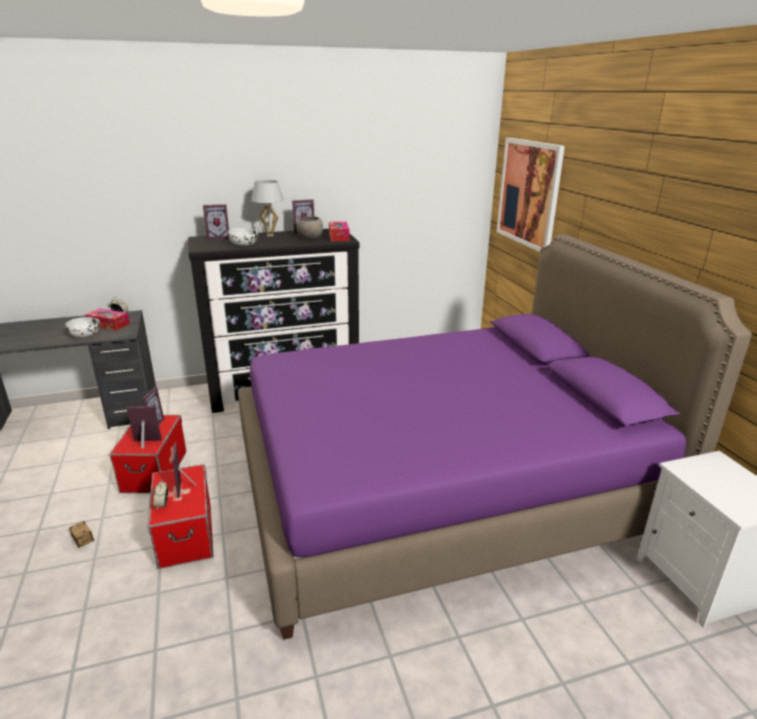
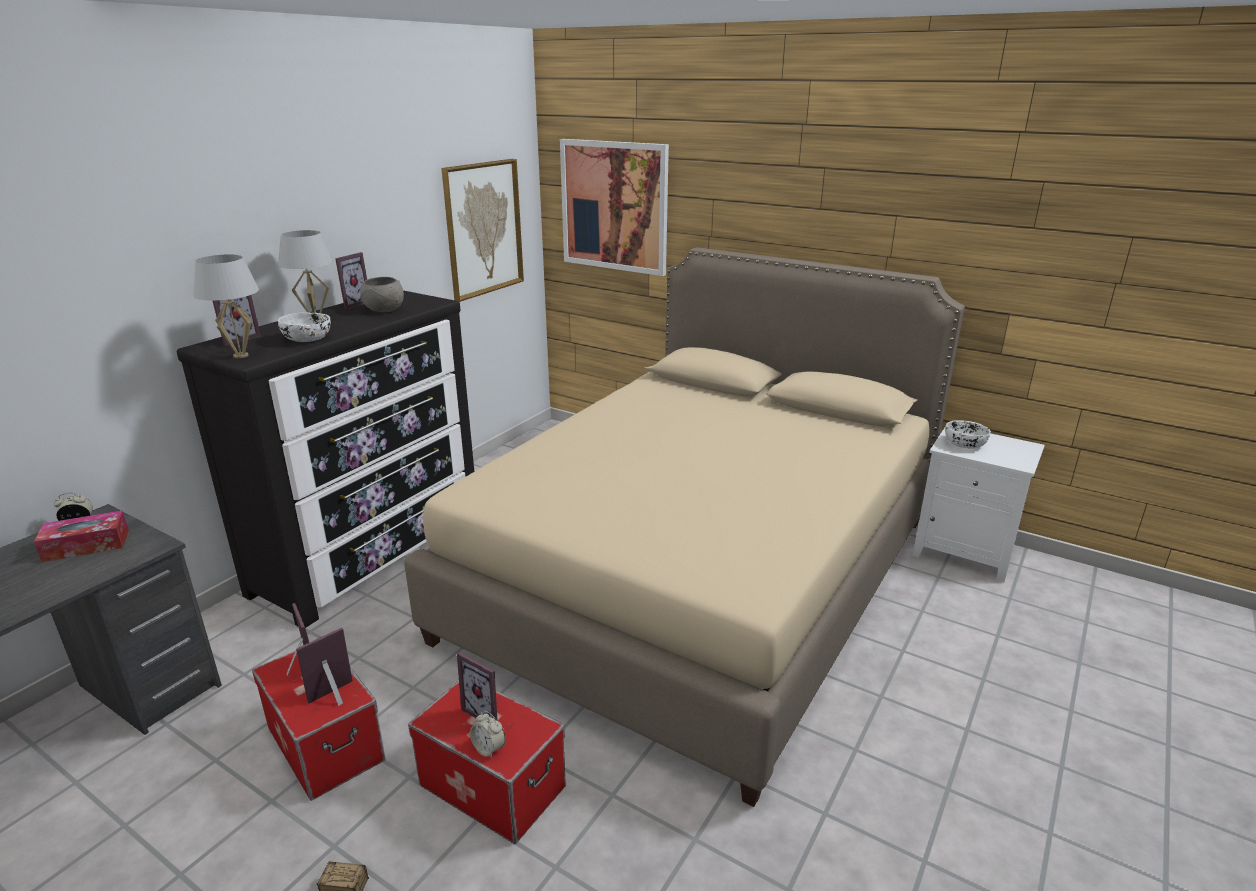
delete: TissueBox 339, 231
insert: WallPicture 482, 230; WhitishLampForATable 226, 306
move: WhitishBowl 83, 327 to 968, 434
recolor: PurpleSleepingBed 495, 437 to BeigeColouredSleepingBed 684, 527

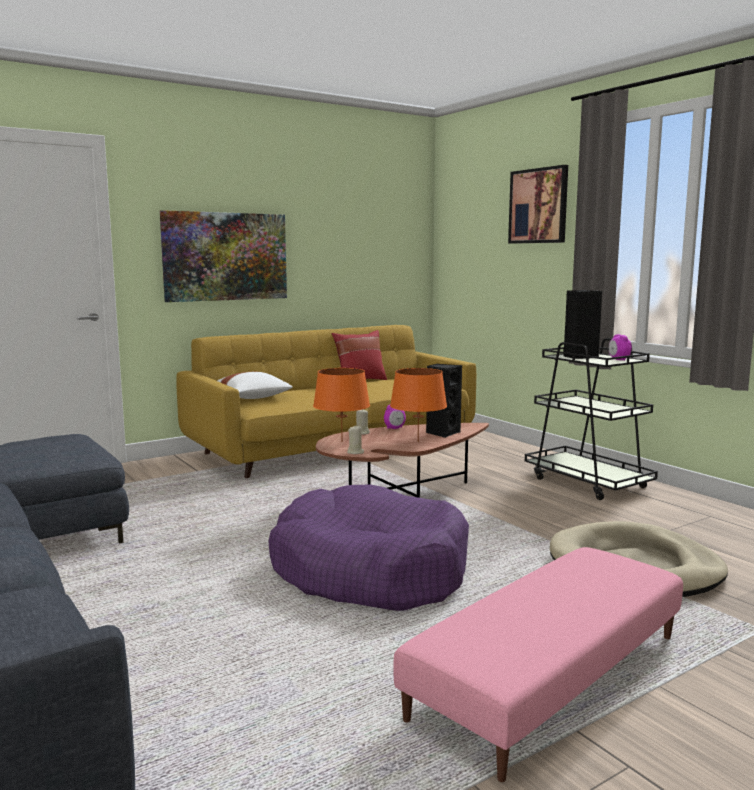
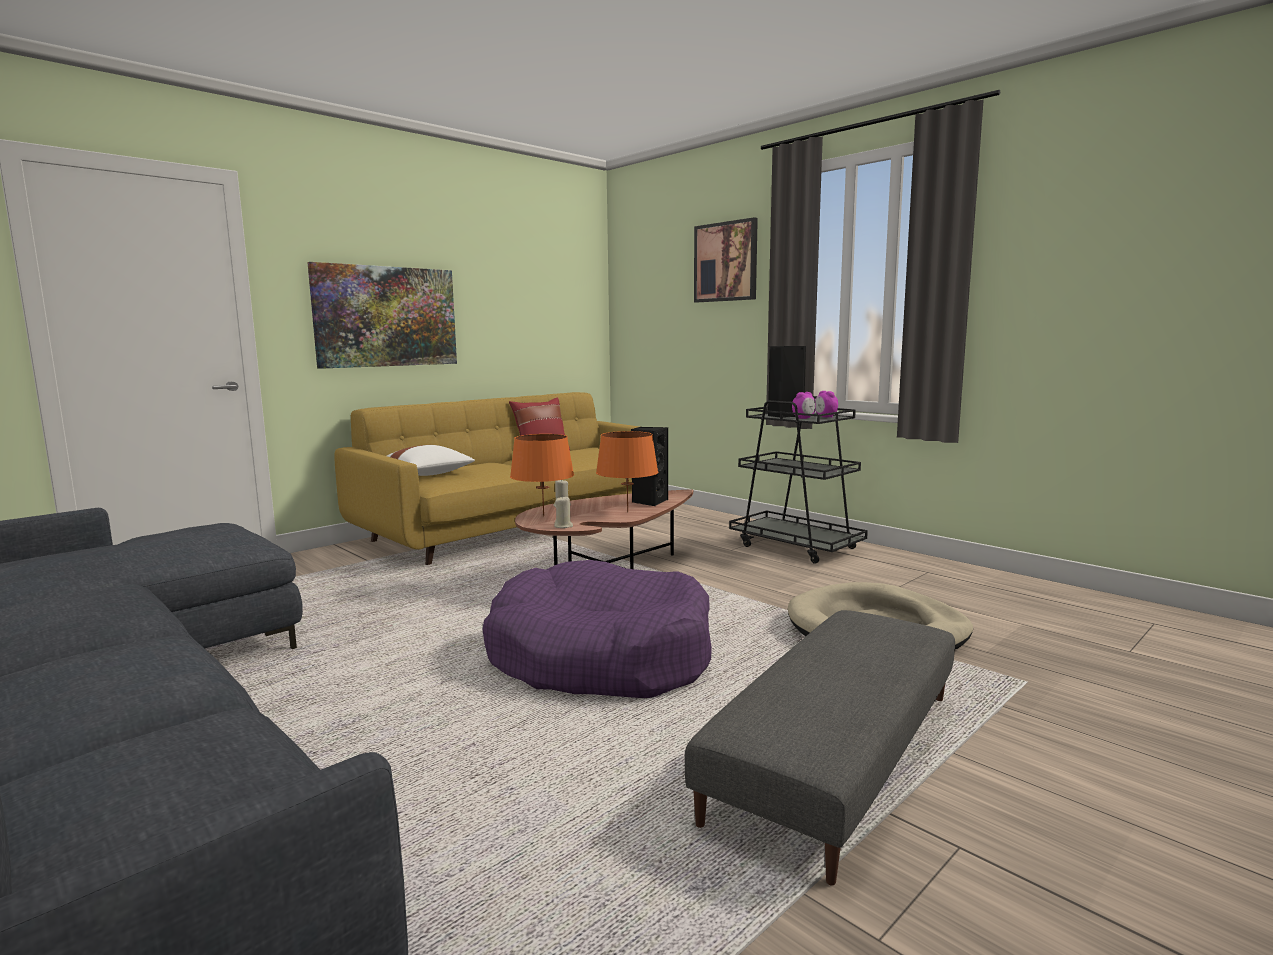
move: BedsideClock 395, 417 to 804, 405
recolor: PinkPouffe 538, 664 to GrayPouffe 820, 747

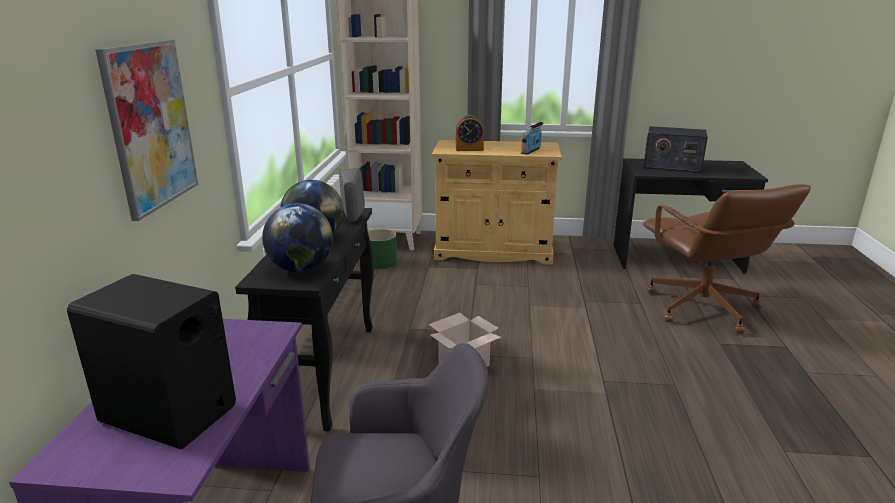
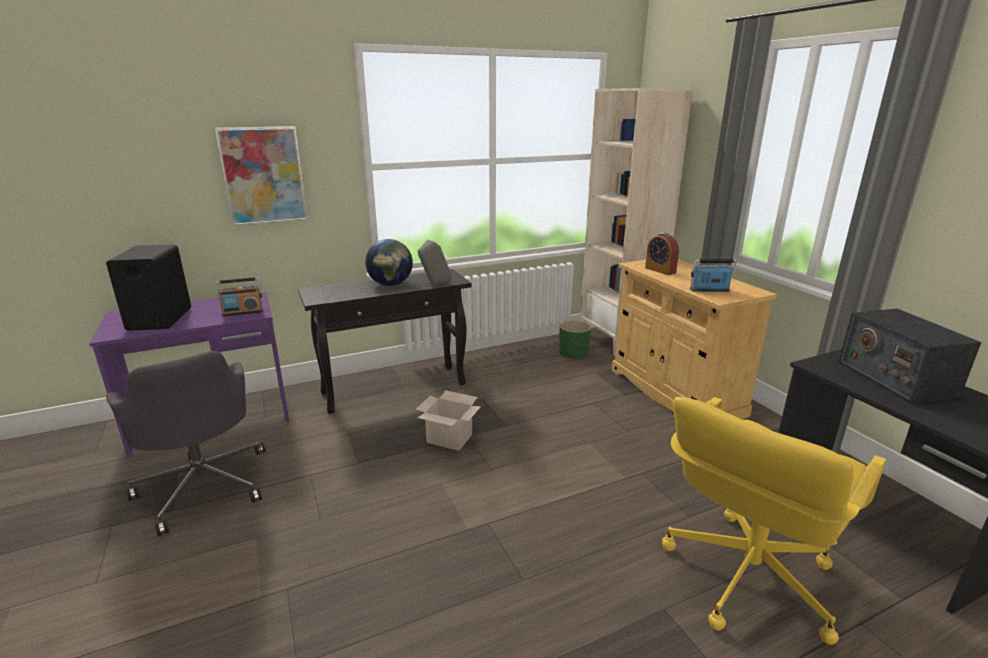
delete: WorldGlobe 297, 237
insert: RadioReceiver 239, 296
recolor: BrownDeskChair 727, 259 to YellowColouredDeskChair 774, 521

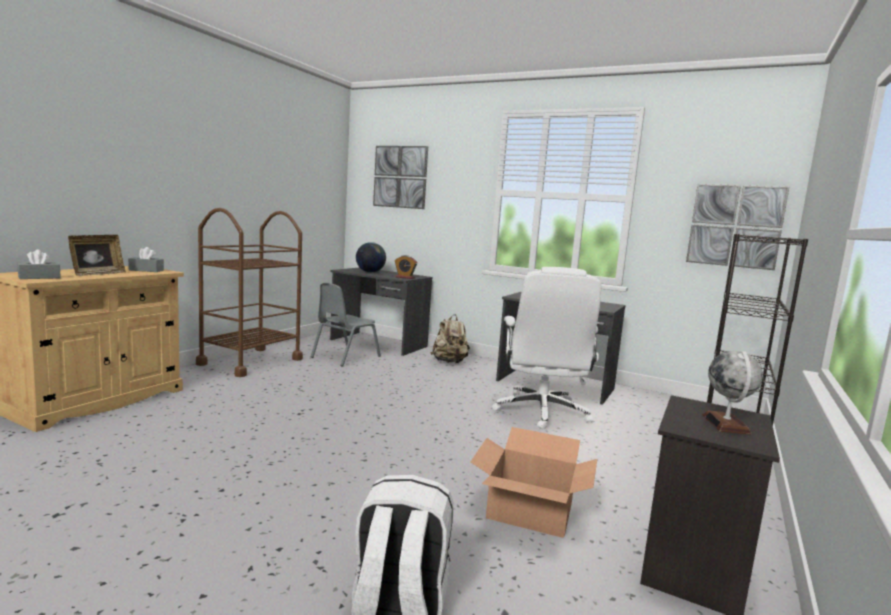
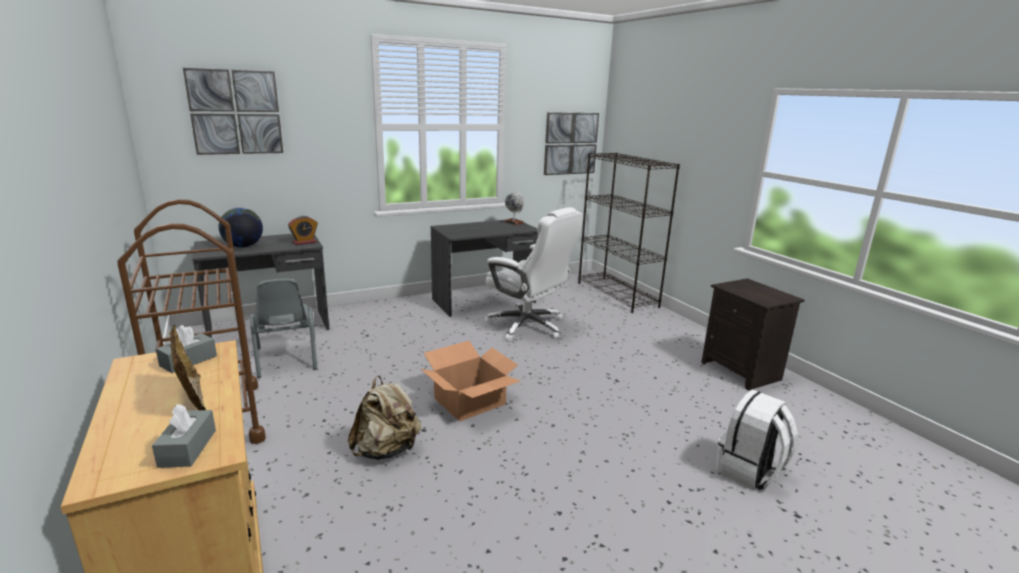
move: BeigeColouredRucksack 450, 338 to 384, 418; WorldGlobe 732, 393 to 514, 208; PackingBox 534, 482 to 470, 381

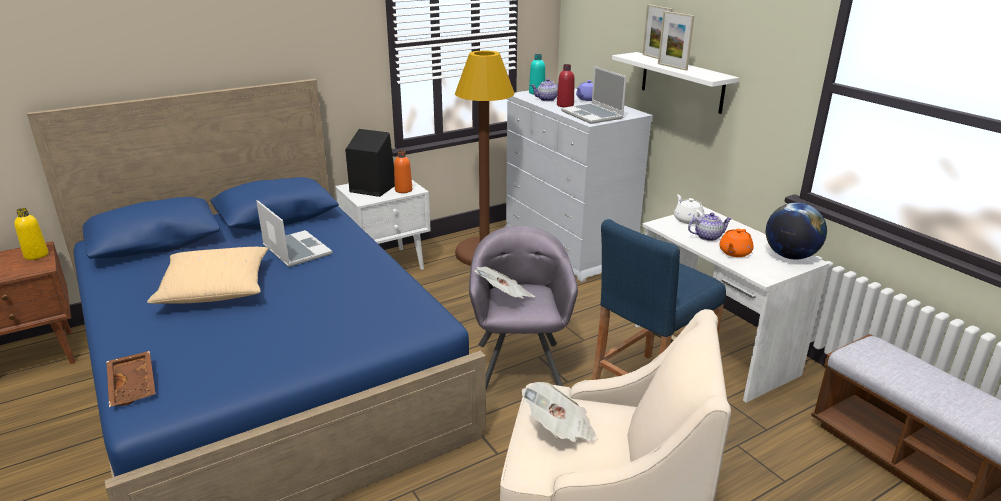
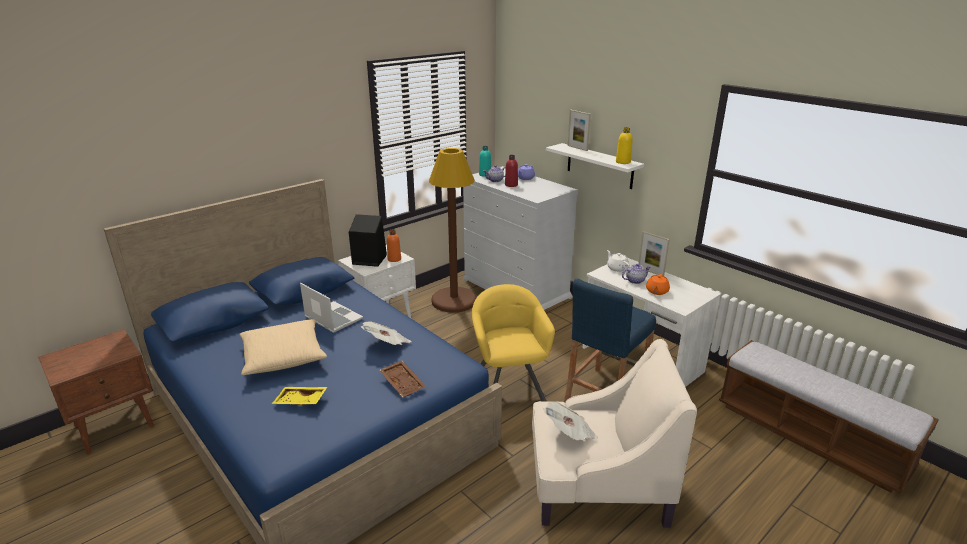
delete: Laptop 594, 95; WorldGlobe 796, 231
insert: YellowColouredTray 299, 396
move: StandingFrame 676, 41 to 654, 253; YellowColouredBeverageBottle 31, 234 to 624, 145; DailyPaper 504, 283 to 386, 333; BrownTray 130, 379 to 403, 378
recolor: GrayArmchair 523, 308 to YellowColouredArmchair 513, 342

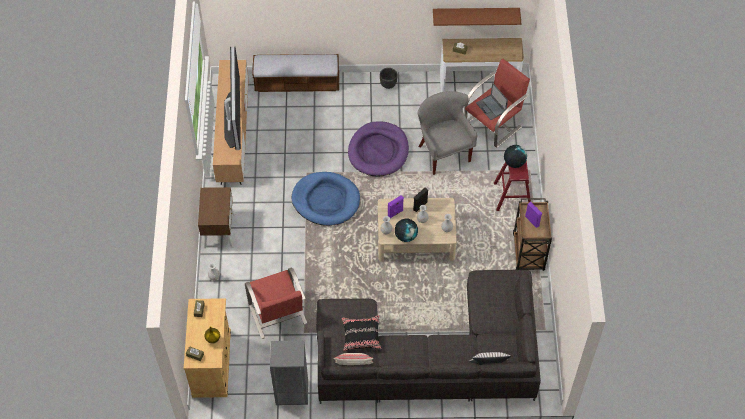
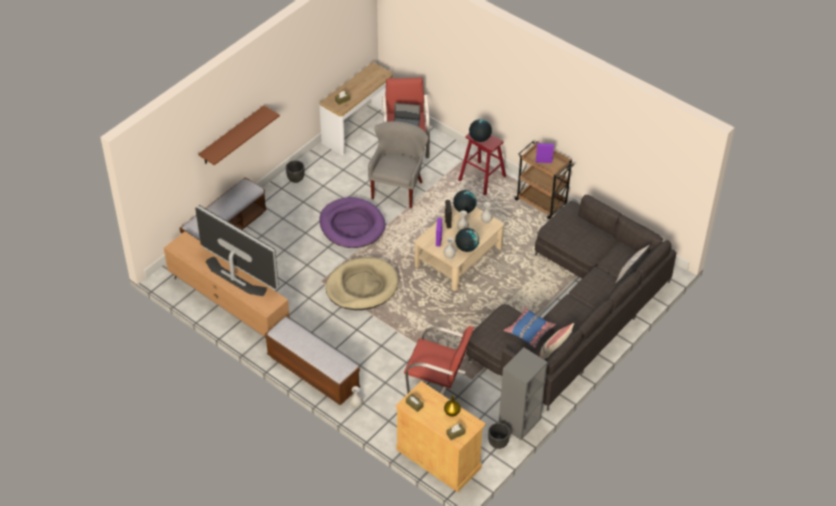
insert: WorldGlobe 465, 201; BlackishPlantPot 499, 436
move: BrownBracketShelf 477, 17 to 239, 135
replace: BrownNightstand 216, 217 to LongSeat 312, 361
recolor: BluePetBed 325, 199 to BeigeColouredPetBed 362, 283; BlackishPillow 362, 333 to BluePillow 529, 327
rotate: GrayArmchair 448, 133 = 398, 164 90 degrees clockwise

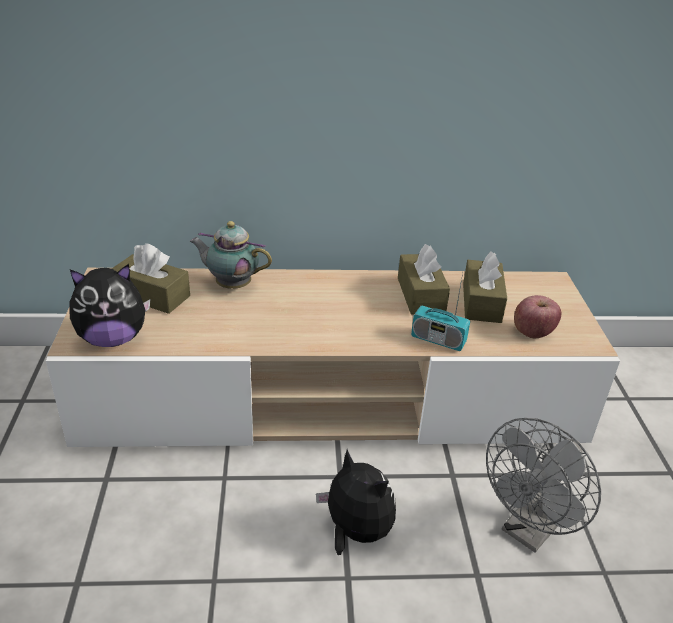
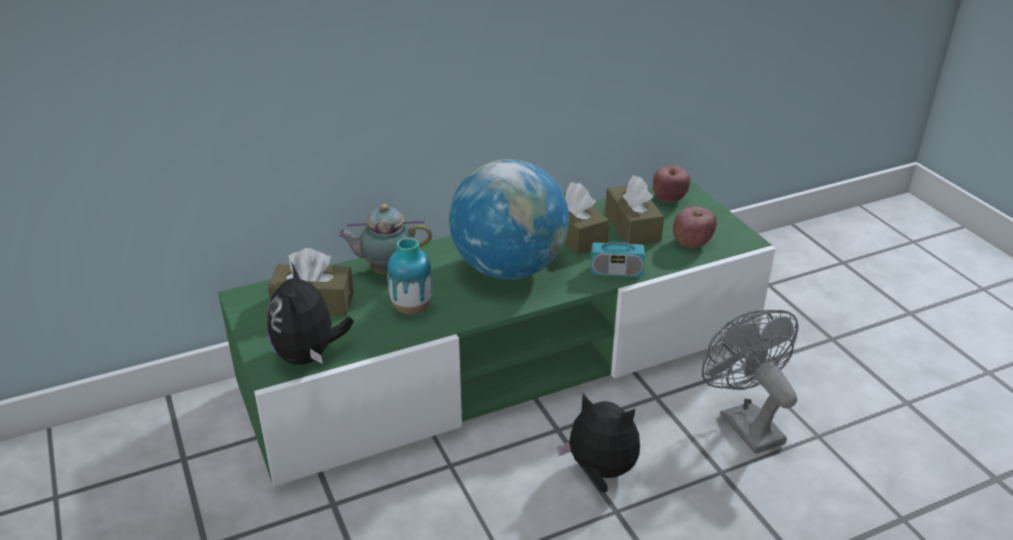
insert: WorldGlobe 509, 219; WholeApple 671, 183; Vase 409, 276
recolor: BeigeColouredTvStand 333, 357 to GreenishTvStand 496, 333
rotate: PlushToy 109, 305 = 310, 313 120 degrees clockwise; GrayElectricFan 543, 485 = 750, 382 135 degrees clockwise

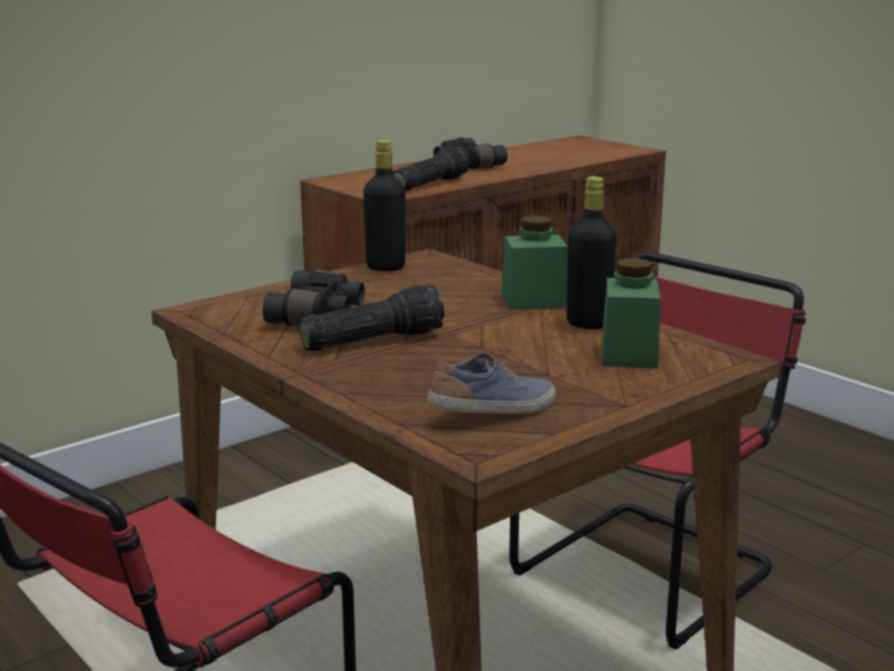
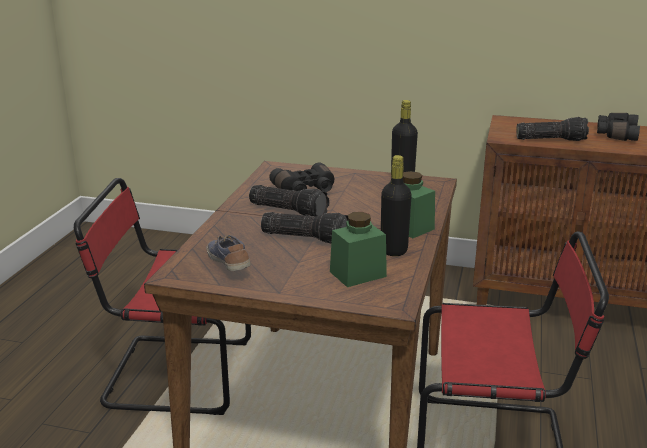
insert: Torch 304, 227
rotate: ItemOfFootwear 491, 383 = 229, 253 135 degrees counterclockwise

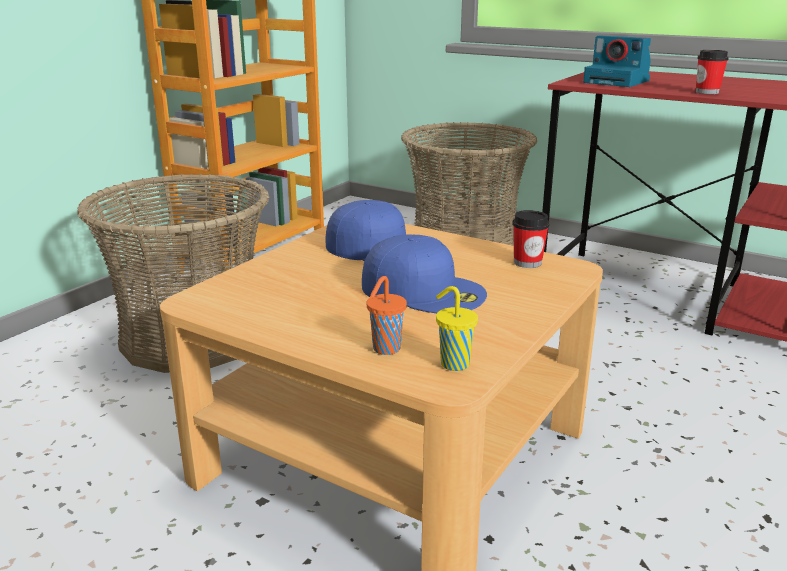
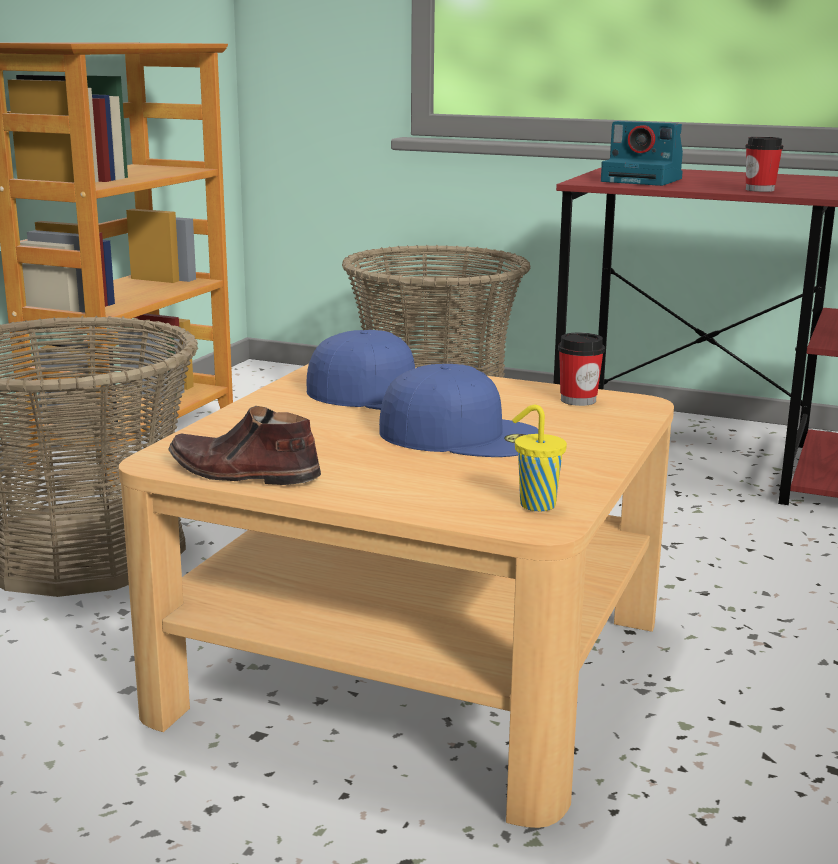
delete: OrangeyCup 386, 315
insert: BrownItemOfFootwear 244, 445

